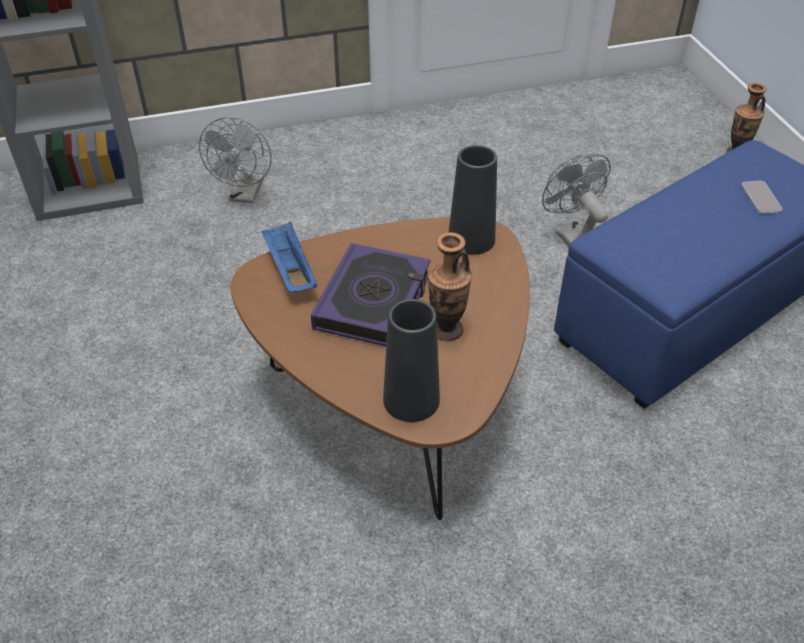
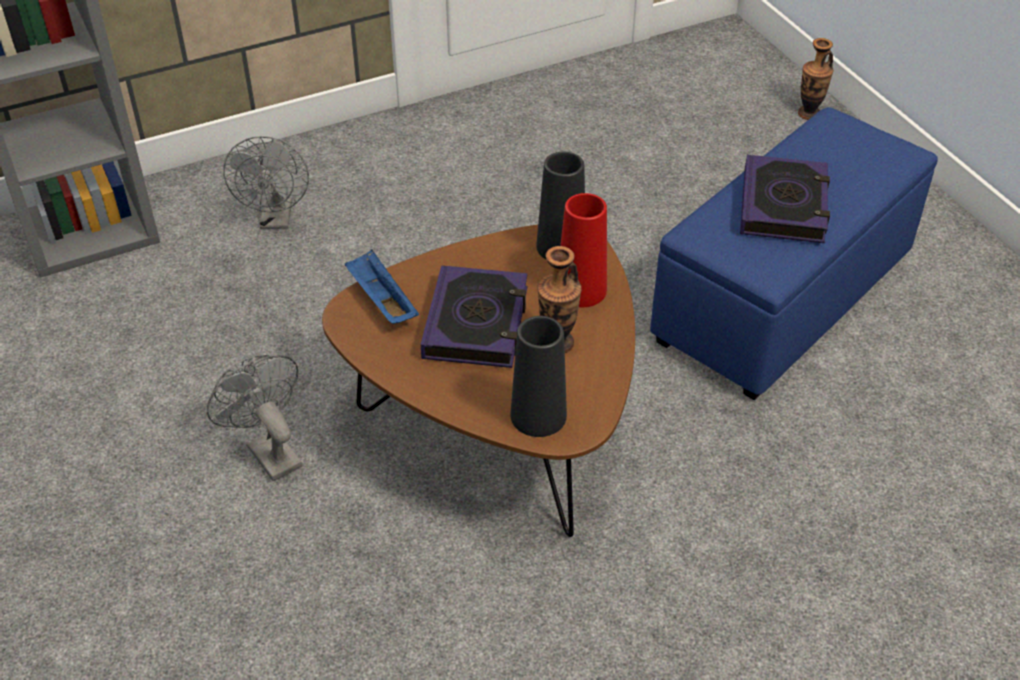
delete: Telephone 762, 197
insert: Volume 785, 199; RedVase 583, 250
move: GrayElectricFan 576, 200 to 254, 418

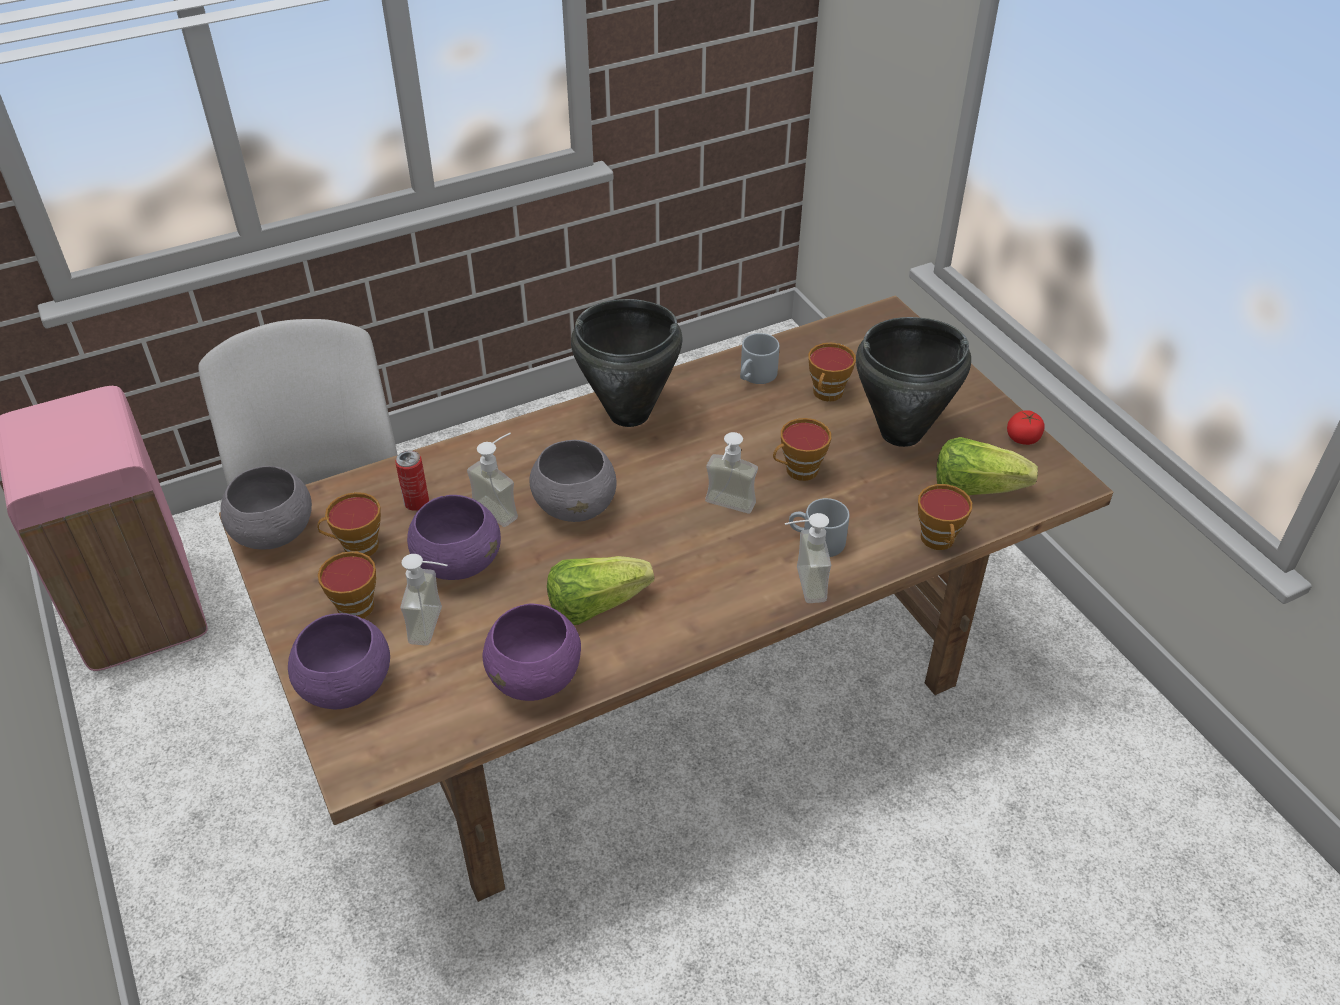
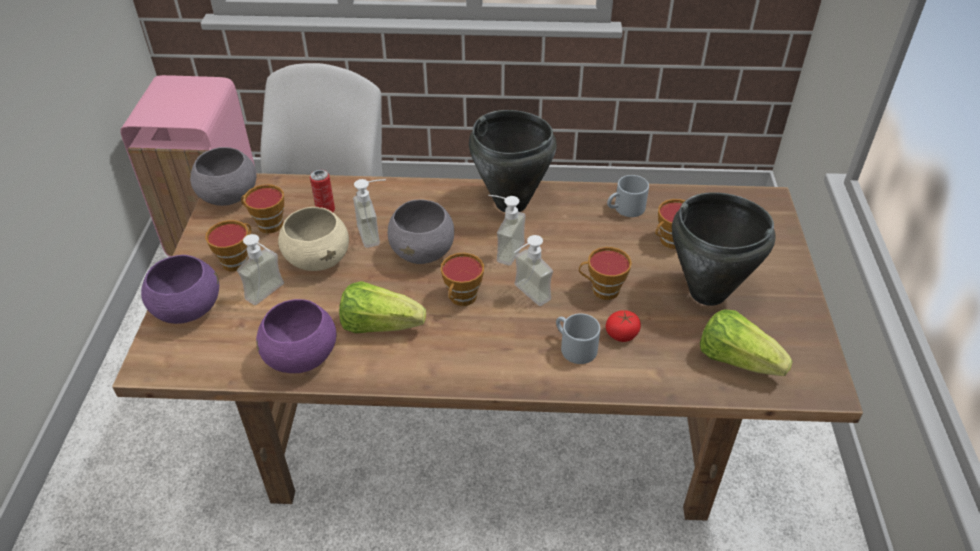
move: WholeTomato 1025, 427 to 623, 326; Cup 945, 517 to 462, 279; SoapBottle 808, 558 to 507, 230
recolor: PurpleBowl 454, 537 to BeigeColouredBowl 313, 239

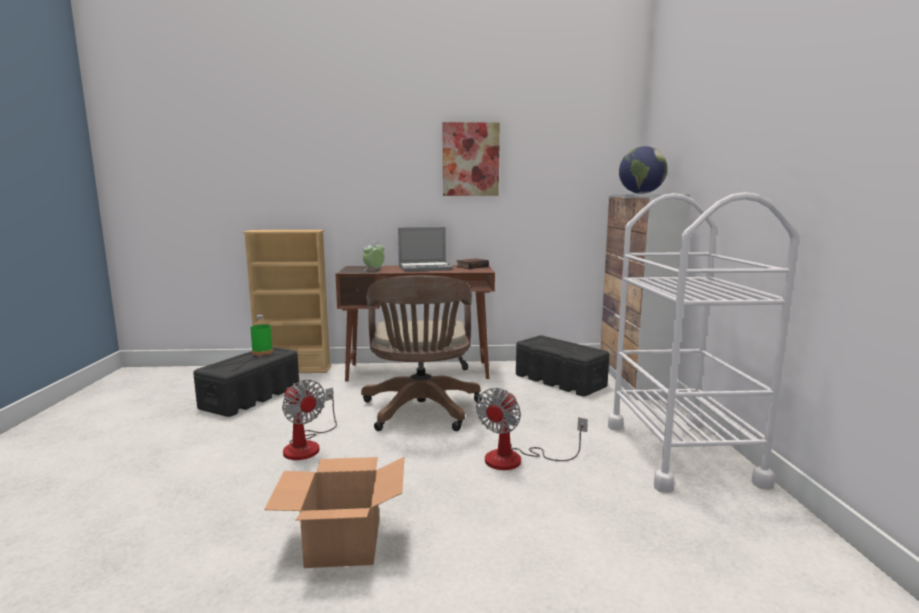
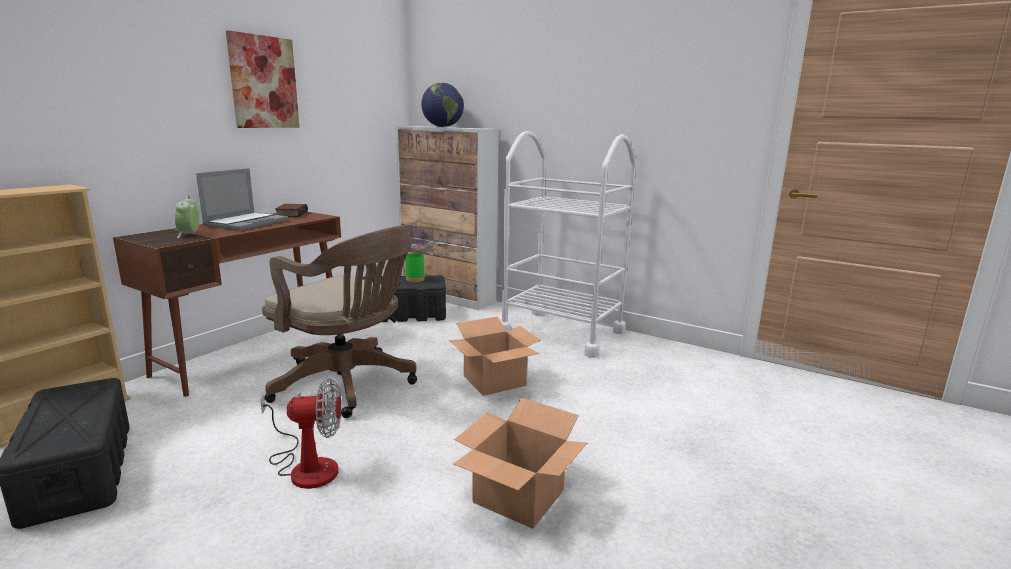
move: GreenishBeverageBottle 261, 335 to 414, 263
replace: ElectricFan 531, 429 to PackingBox 495, 356

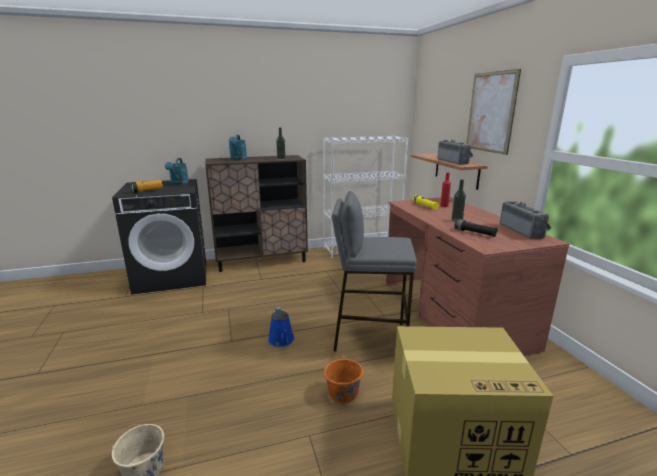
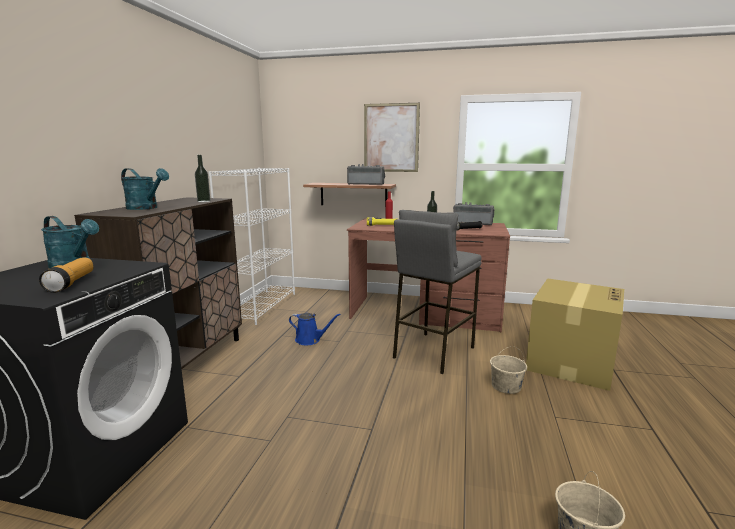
move: BlueSprinklingCan 281, 327 to 315, 329
recolor: OrangeyPail 343, 378 to BeigeColouredPail 508, 370

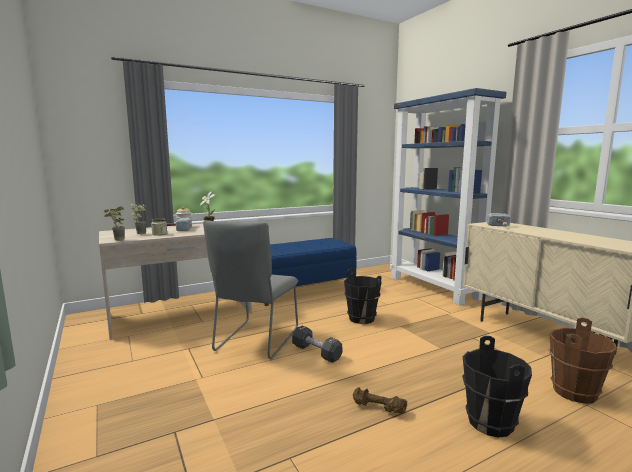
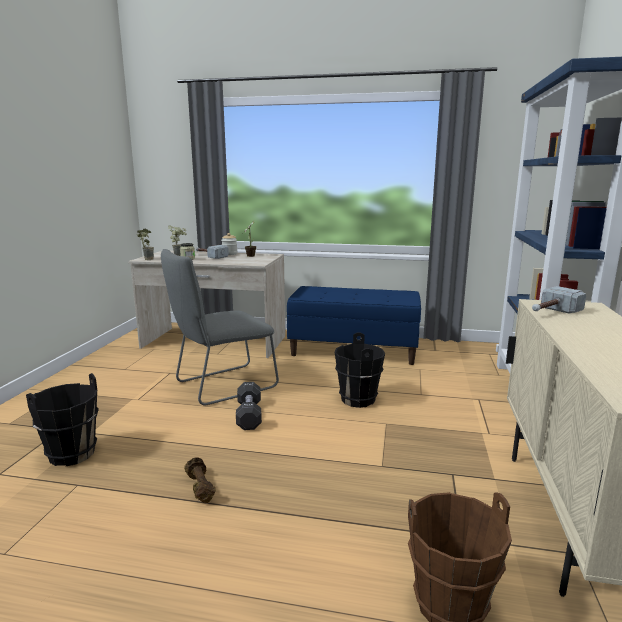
move: BlackishPail 497, 386 to 62, 419

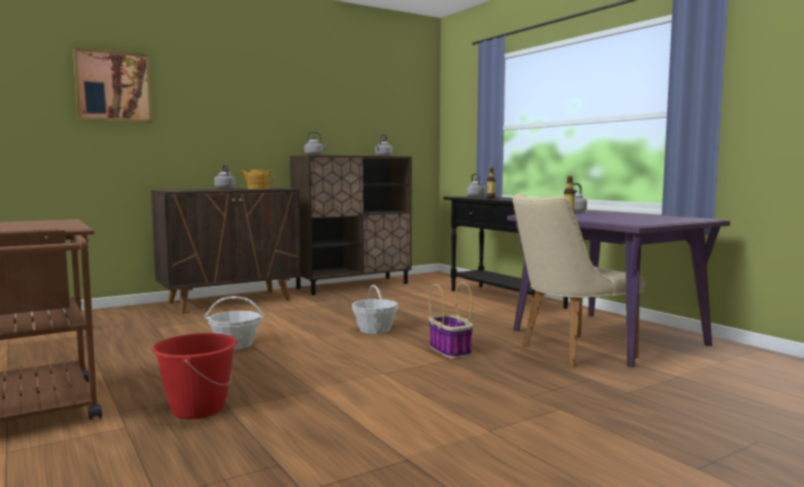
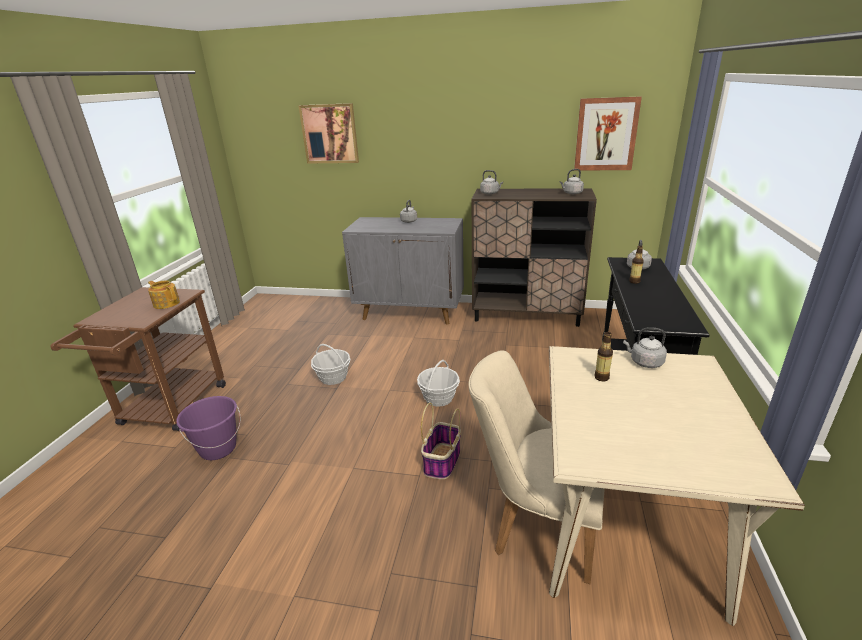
insert: WallPicture 608, 133
move: Teapot 257, 179 to 164, 295
recolor: BrownCupboard 226, 251 to GrayCupboard 403, 271; PurpleKitchenTable 618, 289 to BeigeColouredKitchenTable 677, 486; RedPail 194, 376 to PurplePail 208, 428

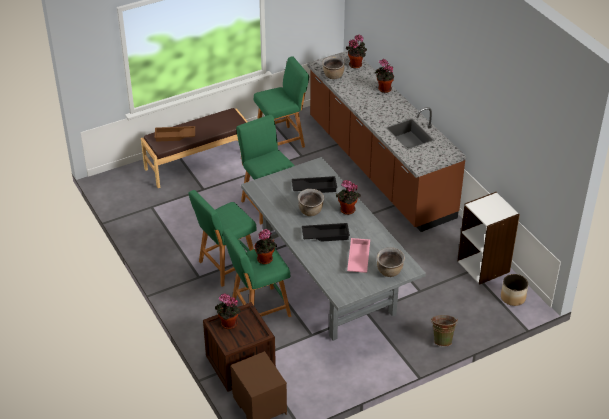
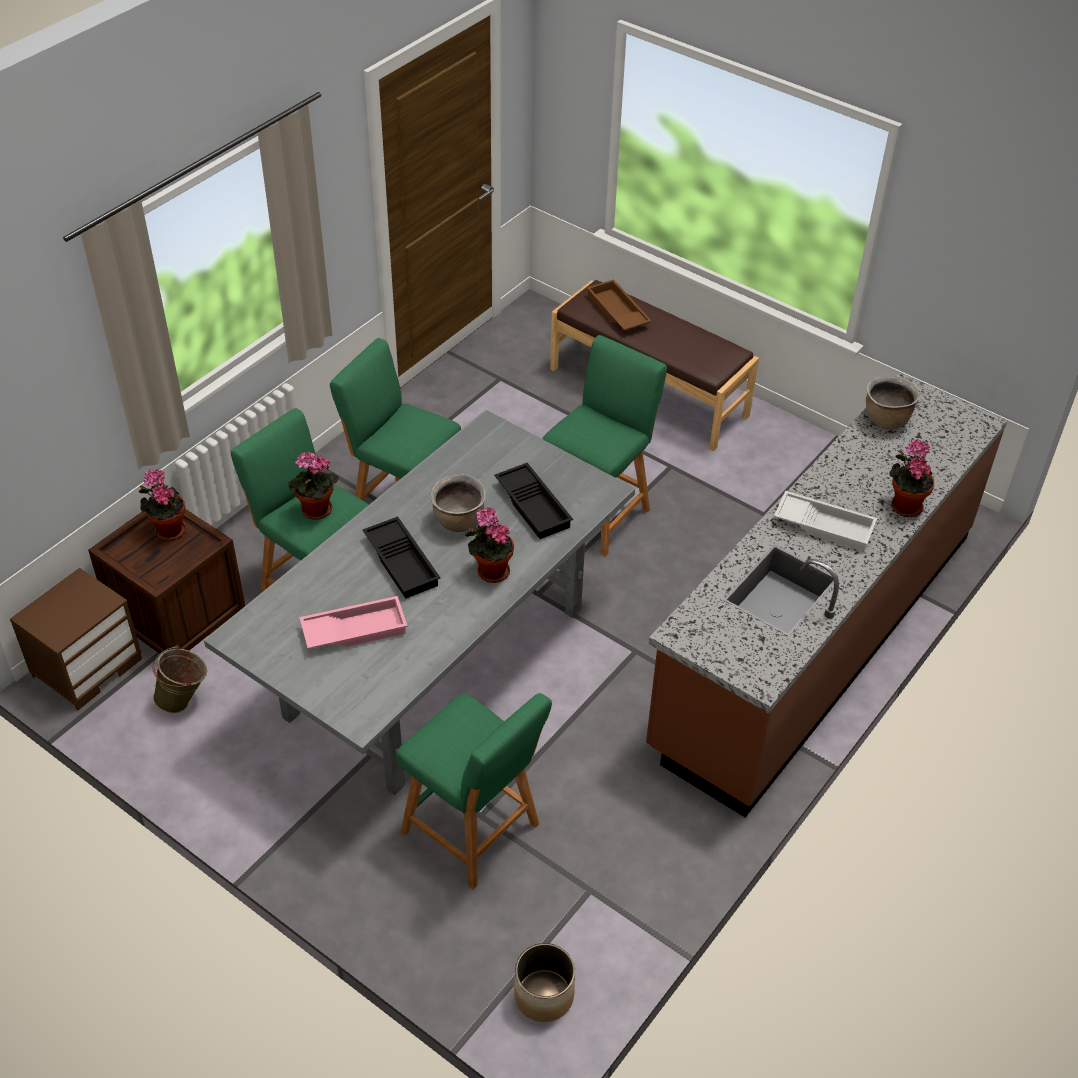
delete: Houseplant 356, 51; WhitishShelvingUnit 489, 238; BrownStockpot 391, 262
insert: WhitishTray 825, 521
move: GreenishStoolSeat 281, 102 to 474, 791; GreenishPail 444, 330 to 180, 679

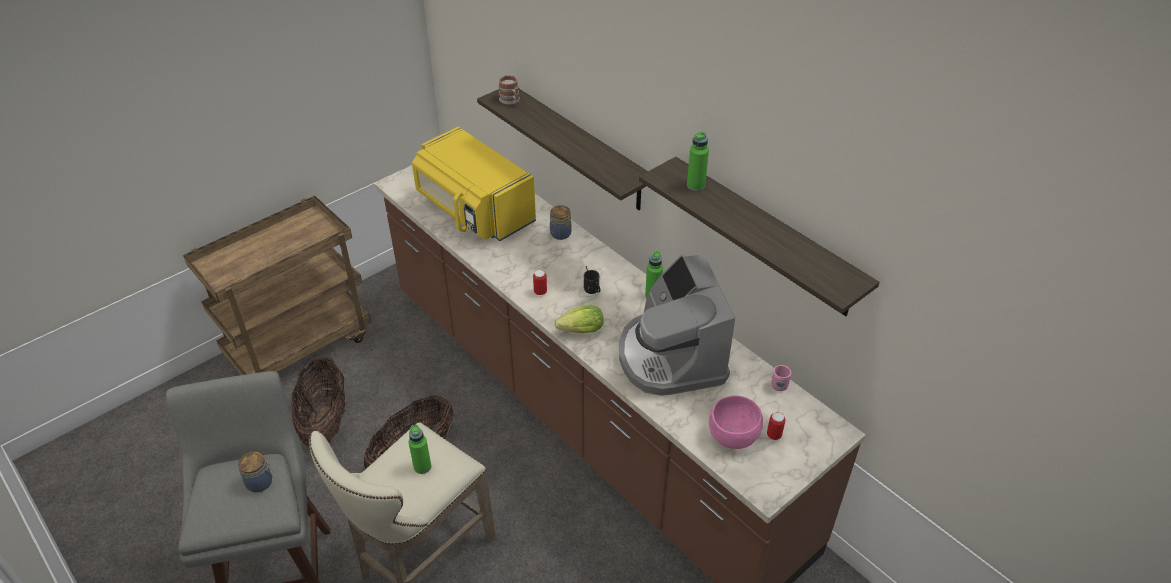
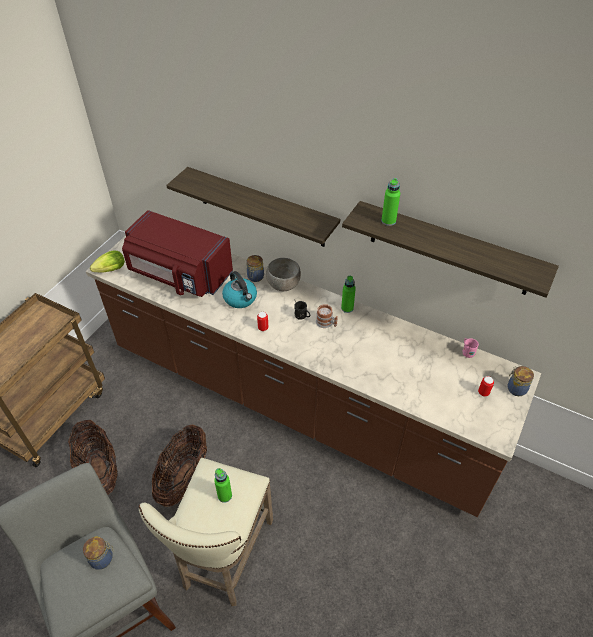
delete: CoffeeMaker 677, 325; PinkBowl 736, 422
insert: GrayBowl 283, 274; TeaKettle 239, 289; Jar 521, 381
move: Mug 509, 90 to 327, 316; HeadOfLettuce 579, 319 to 107, 262
recolor: YellowColouredKitchenMicrowave 474, 184 to RedKitchenMicrowave 177, 253

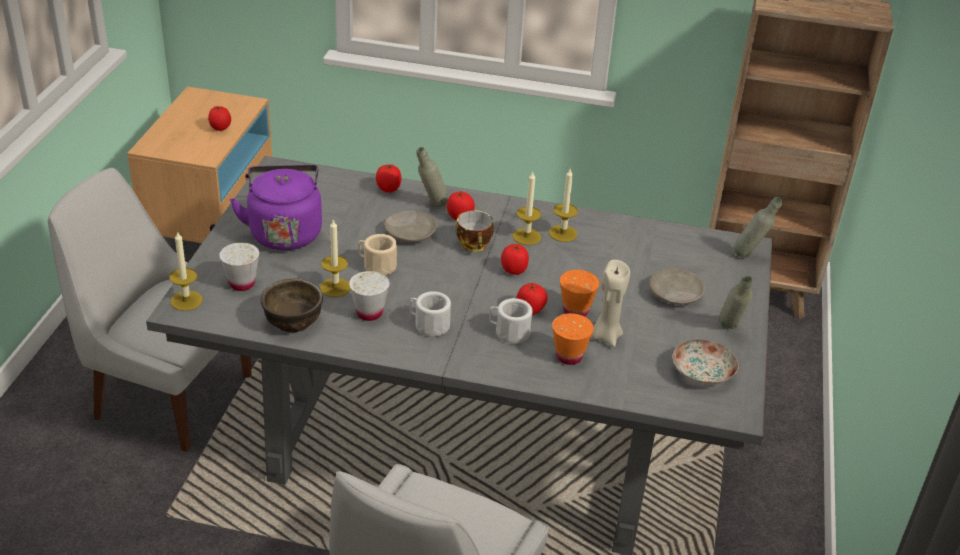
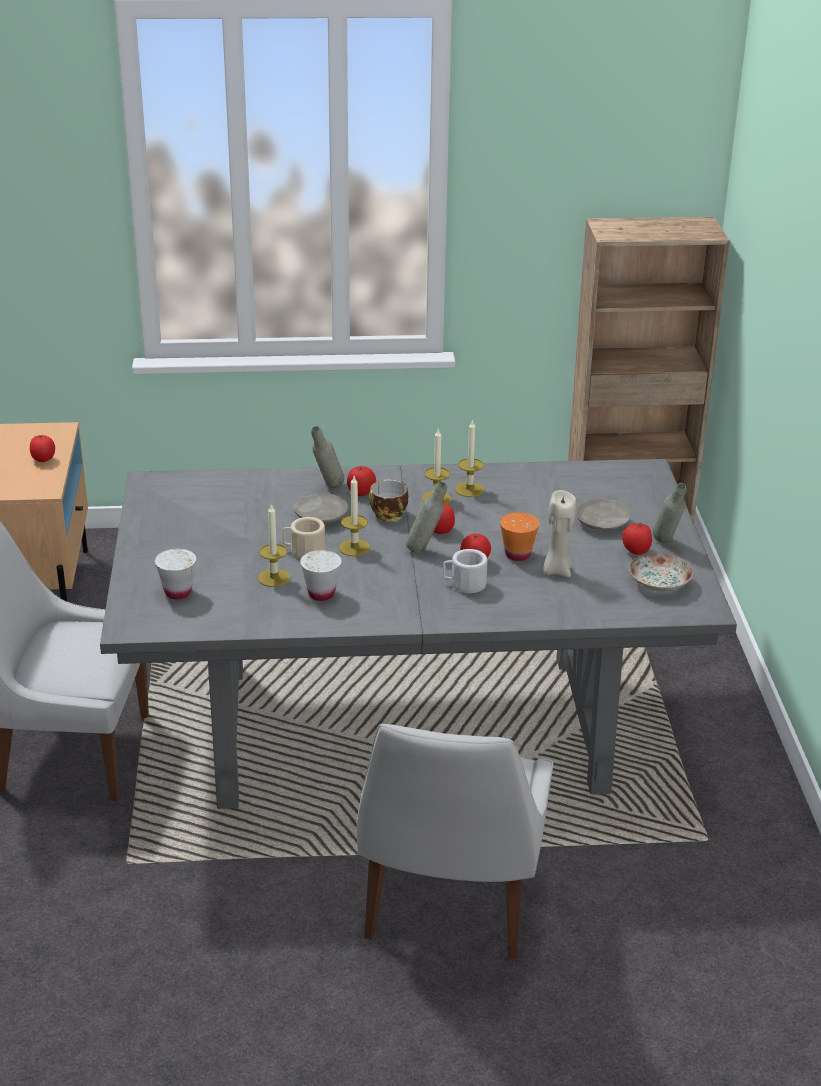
delete: PurpleTeaKettle 276, 207; BrownBowl 292, 305; WhitishMug 430, 314; OrangeyCup 573, 339
move: WholeTomato 388, 178 to 637, 538; GrayBeverageBottle 758, 227 to 426, 517; WaxLight 186, 271 to 354, 516

